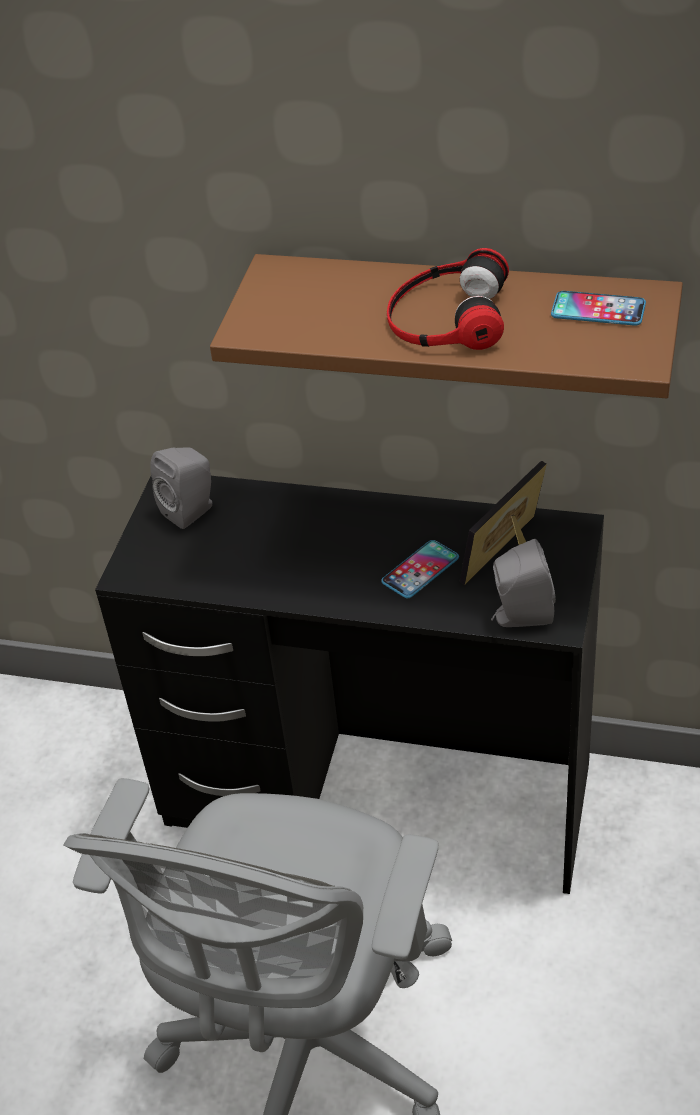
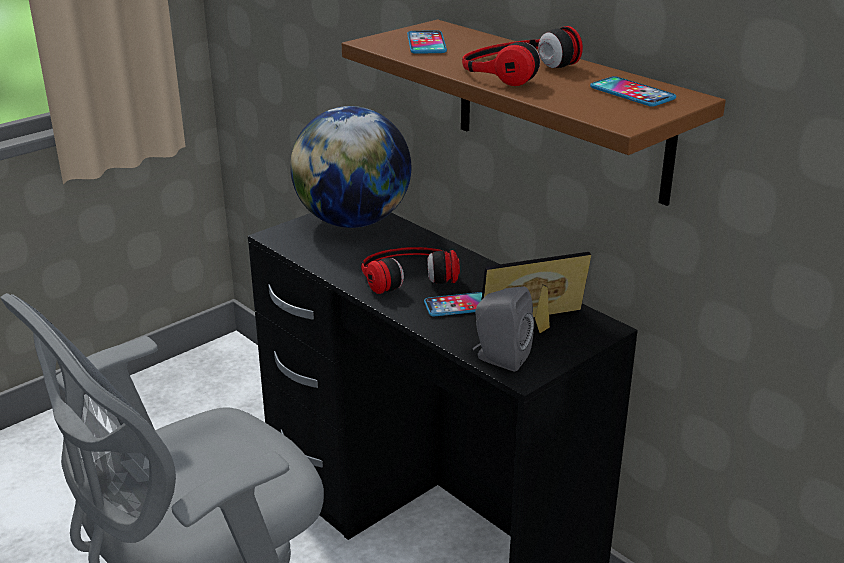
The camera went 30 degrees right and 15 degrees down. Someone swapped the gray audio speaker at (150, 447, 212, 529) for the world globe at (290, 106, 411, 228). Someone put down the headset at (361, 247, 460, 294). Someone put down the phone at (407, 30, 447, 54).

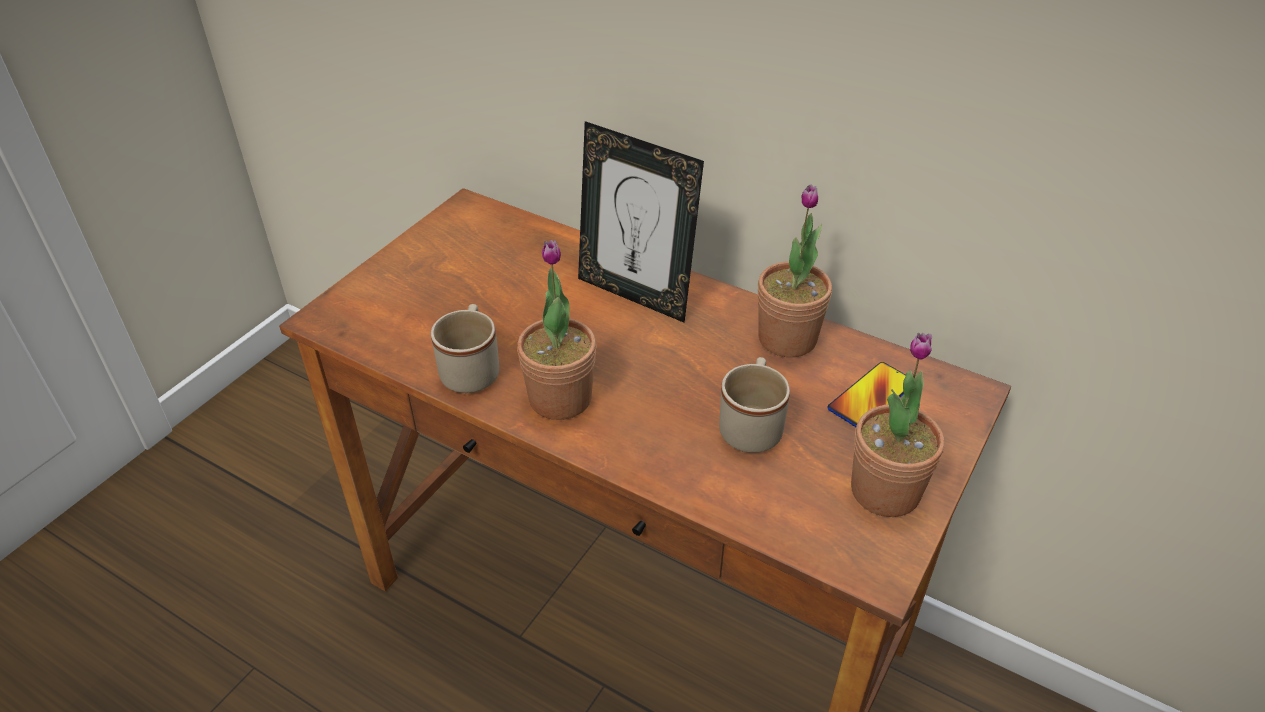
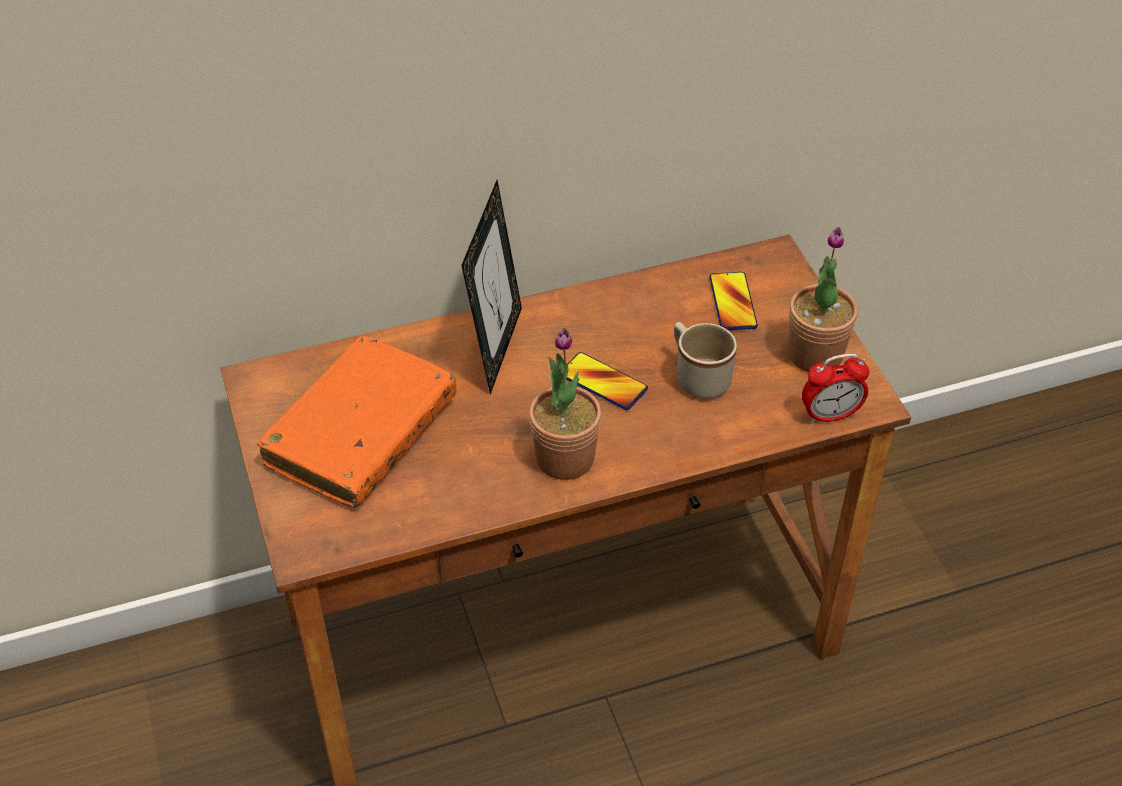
The camera went 50 degrees left and 5 degrees up. Someone took away the sand-coloured tea mug at (431, 304, 499, 393). Someone rotated the picture frame at (578, 121, 704, 323) by 60 degrees counterclockwise. Someone took away the potted plant at (758, 184, 832, 357). Someone put down the orangey volume at (257, 336, 456, 508). Someone put down the phone at (566, 352, 648, 410). Someone put down the table clock at (802, 354, 869, 424).

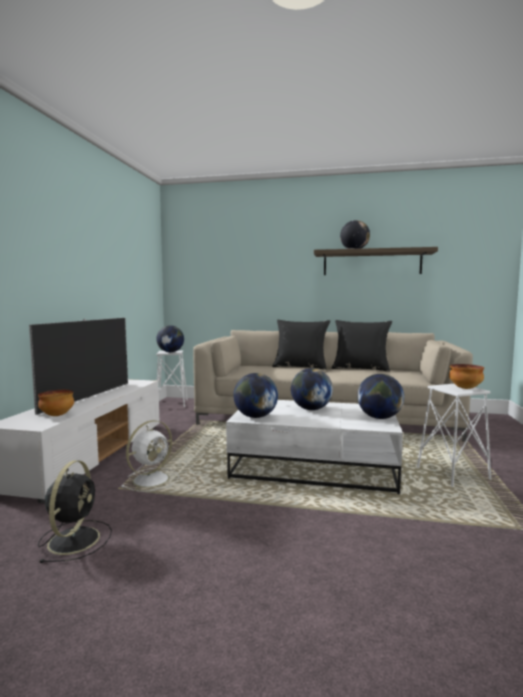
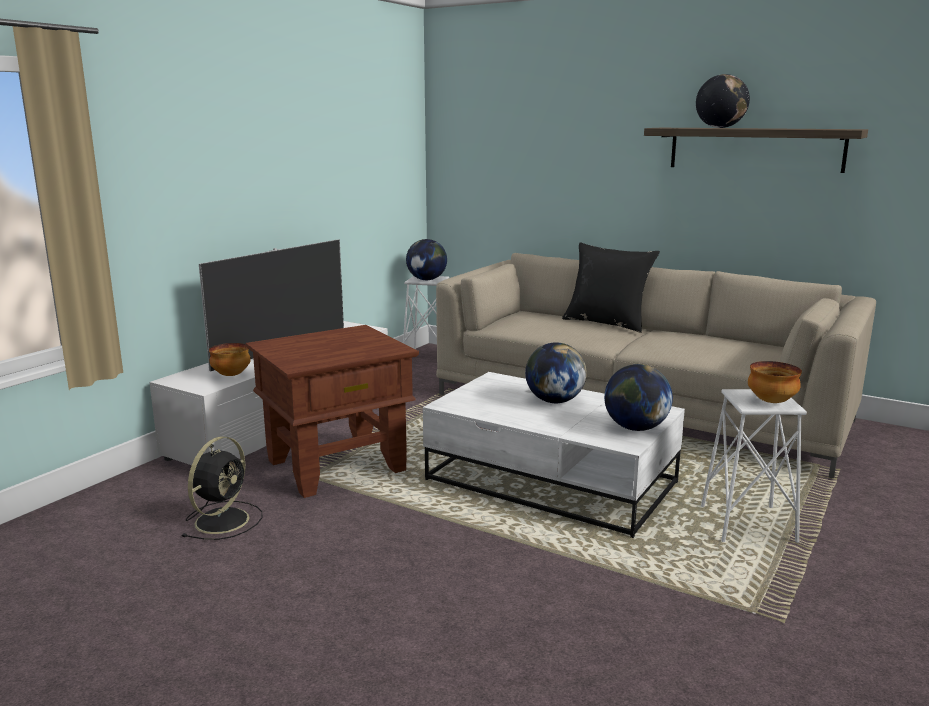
The camera went 20 degrees right and 10 degrees up. Someone swapped the whitish electric fan at (121, 420, 179, 492) for the brownish accent table at (245, 325, 419, 498). Someone took away the world globe at (233, 373, 278, 418). Someone took away the black pillow at (332, 320, 392, 372).

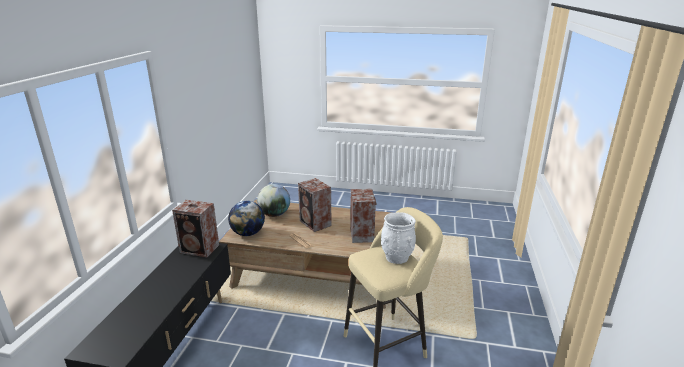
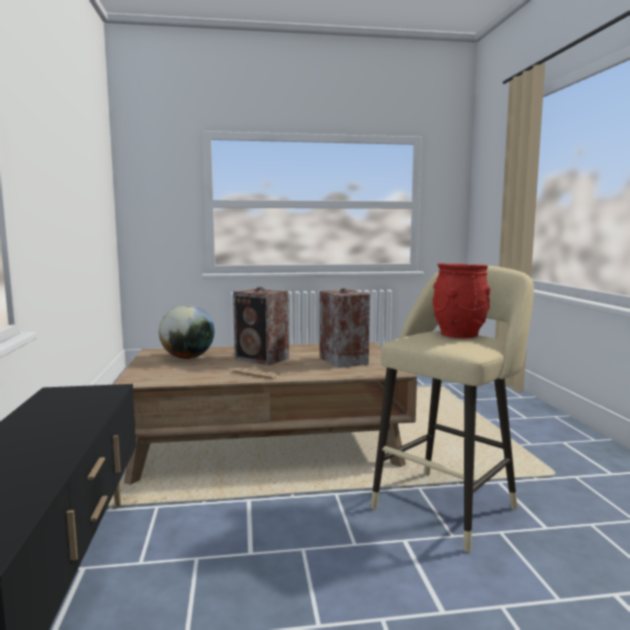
The camera went 20 degrees left and 15 degrees down. Someone took away the audio speaker at (172, 200, 219, 258). Someone took away the world globe at (228, 201, 265, 236). Someone repainted the whitish vase at (381, 212, 416, 264), which became the reddish vase at (432, 263, 490, 338).

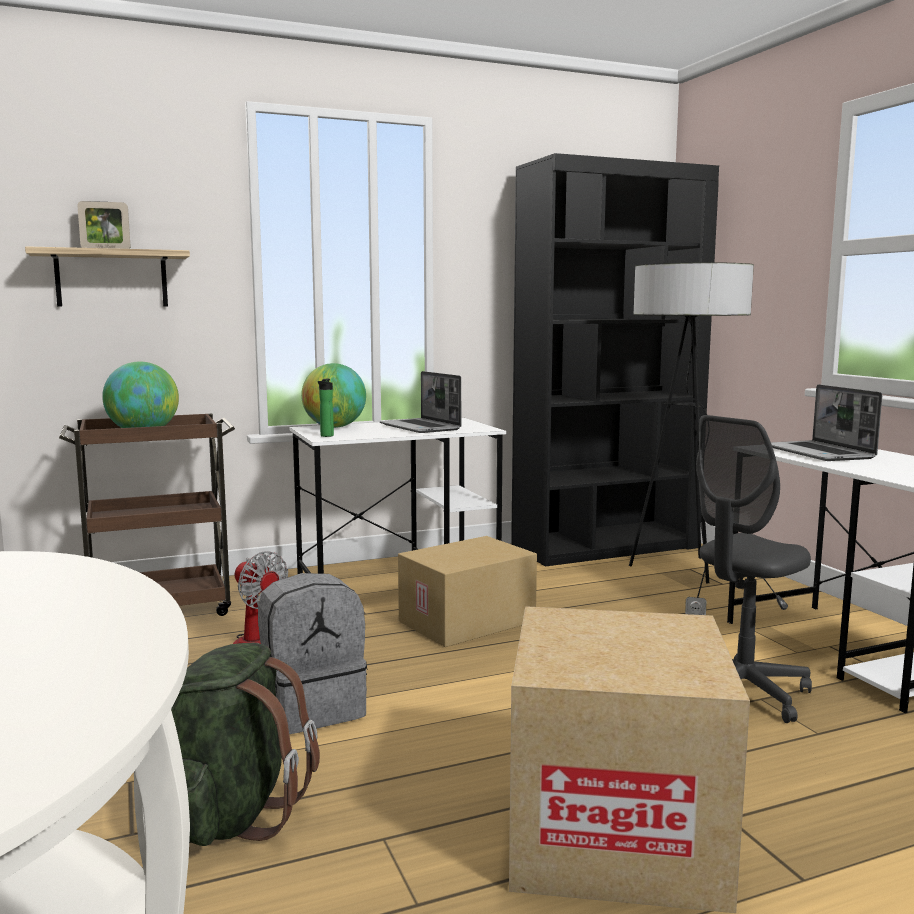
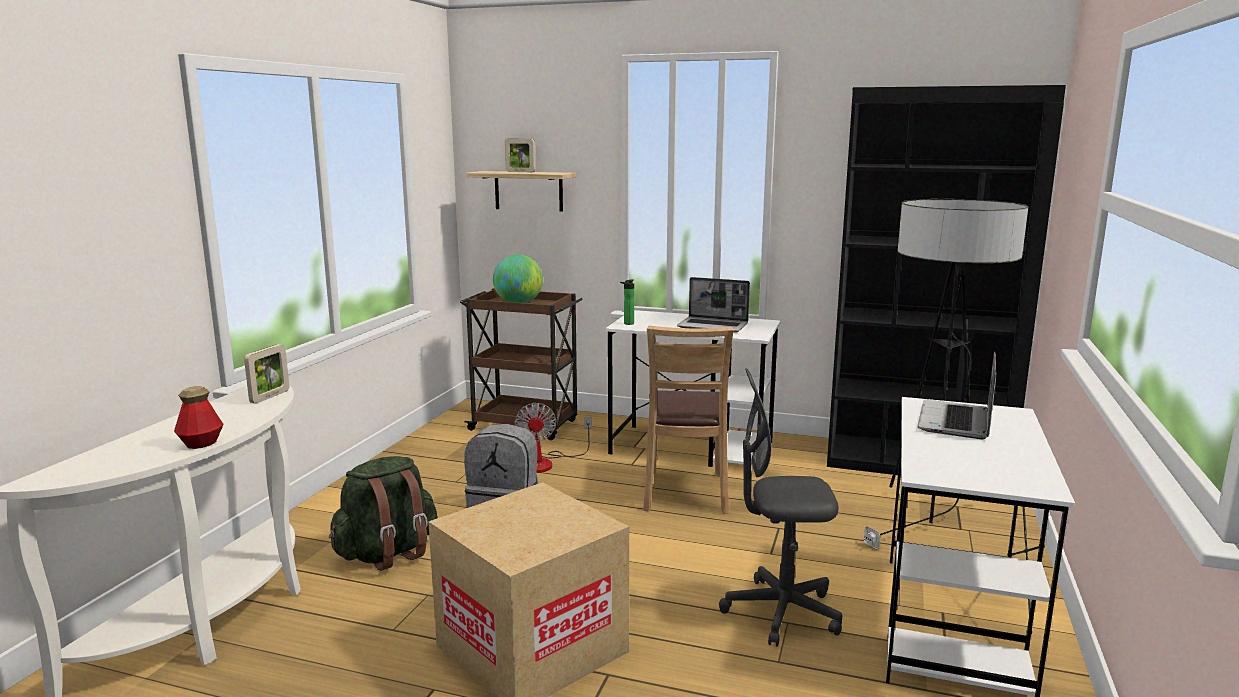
The camera went 40 degrees right and 5 degrees up. Someone took away the world globe at (301, 363, 366, 428). Someone rotated the laptop at (380, 371, 461, 433) by 75 degrees counterclockwise. Someone swapped the cardboard box at (398, 536, 537, 647) for the brownish upright chair at (643, 326, 734, 514). Someone put down the drink bottle at (174, 386, 224, 449). Someone put down the picture frame at (244, 344, 289, 404).

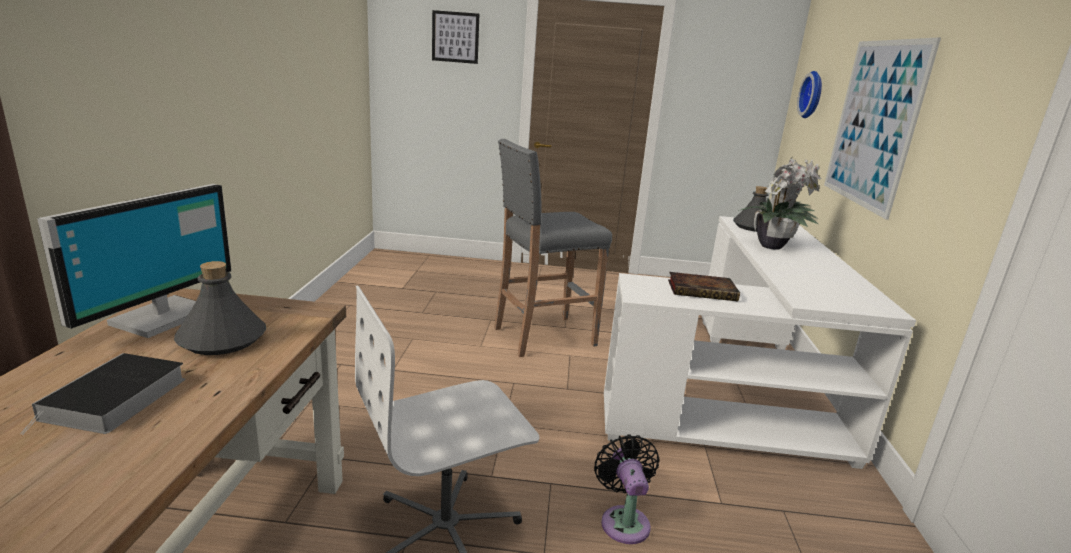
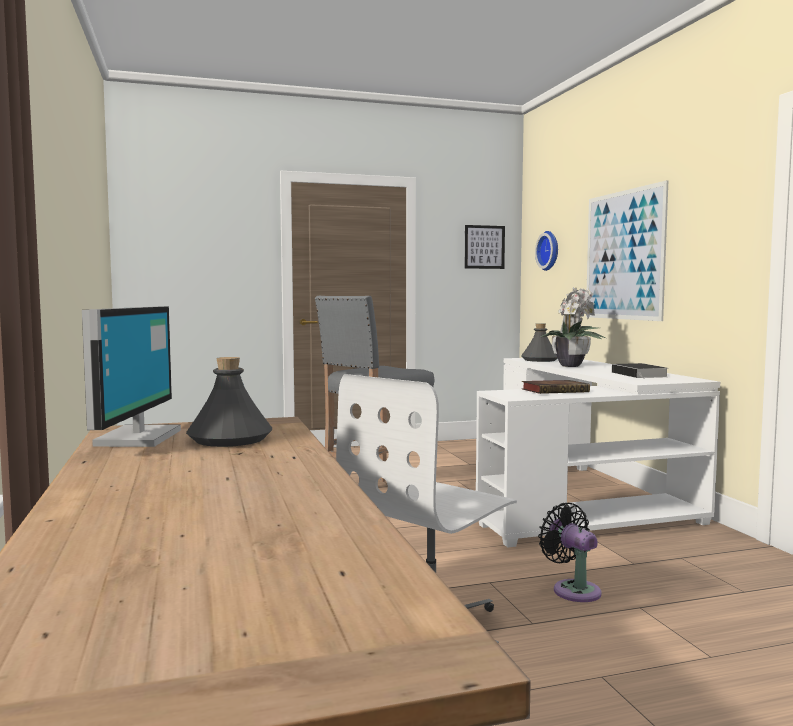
The camera went 20 degrees left and 15 degrees down. Someone carried the volume from (20, 353, 185, 435) to (612, 363, 667, 379). Someone carried the wall art from (432, 10, 479, 64) to (465, 225, 505, 269).

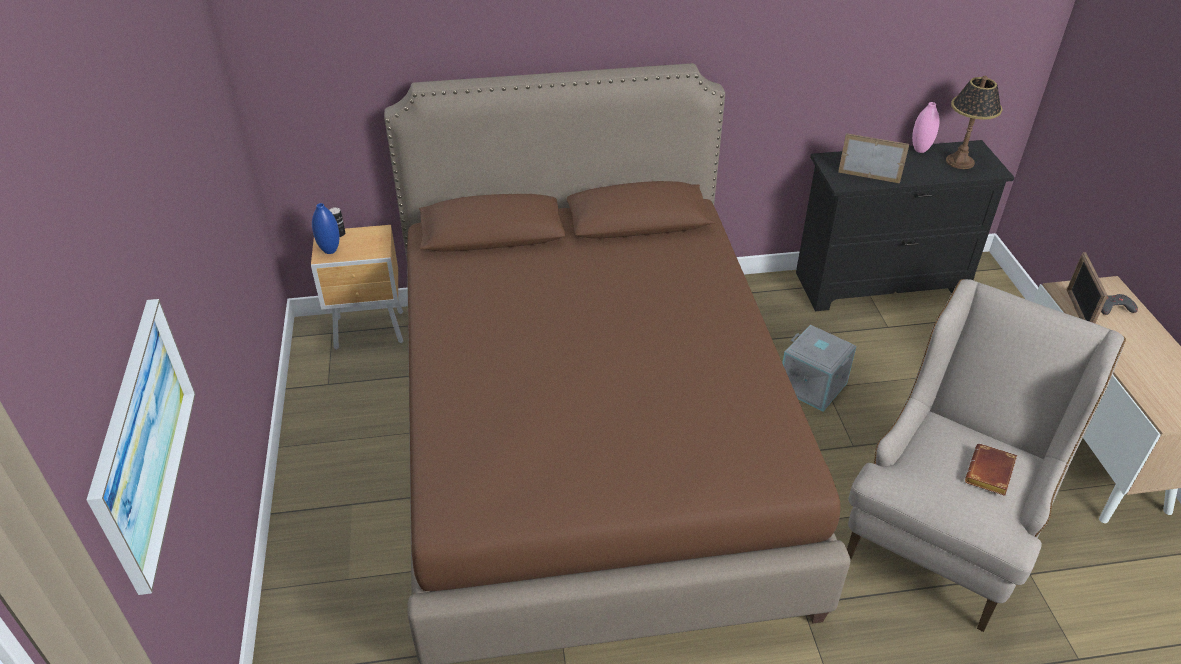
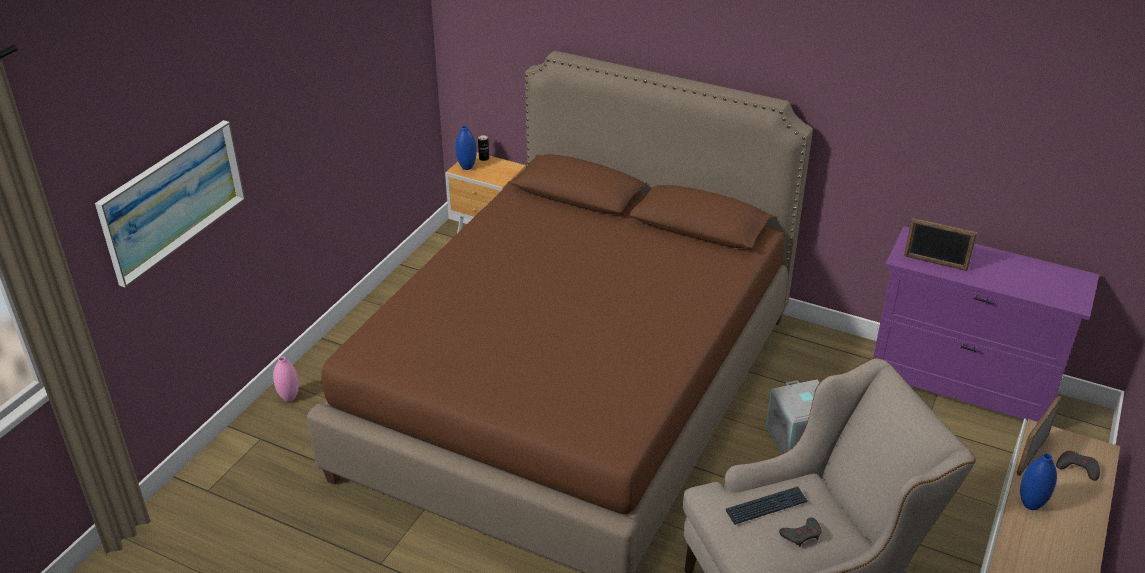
The camera went 35 degrees right and 5 degrees down. Someone repainted the black chest of drawers at (796, 140, 1015, 311), which became the purple chest of drawers at (873, 226, 1099, 422). Someone rotated the picture frame at (838, 133, 910, 184) by 150 degrees clockwise. Someone carried the pinkish vase from (912, 102, 940, 153) to (273, 356, 299, 402). Someone took away the table lamp at (946, 76, 1003, 169). Someone swapped the brownish volume at (965, 444, 1017, 496) for the gray gamepad at (779, 517, 821, 547). Someone put down the PC keyboard at (726, 486, 808, 525). Someone put down the bluish vase at (1020, 453, 1057, 510).

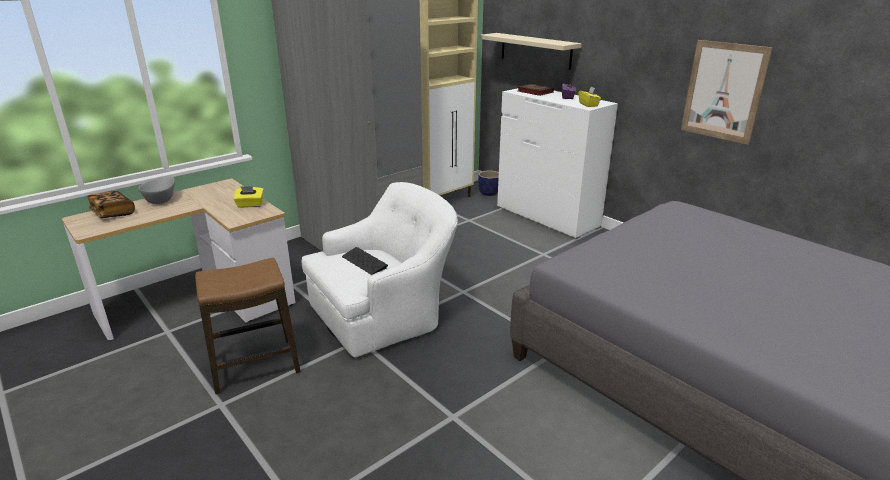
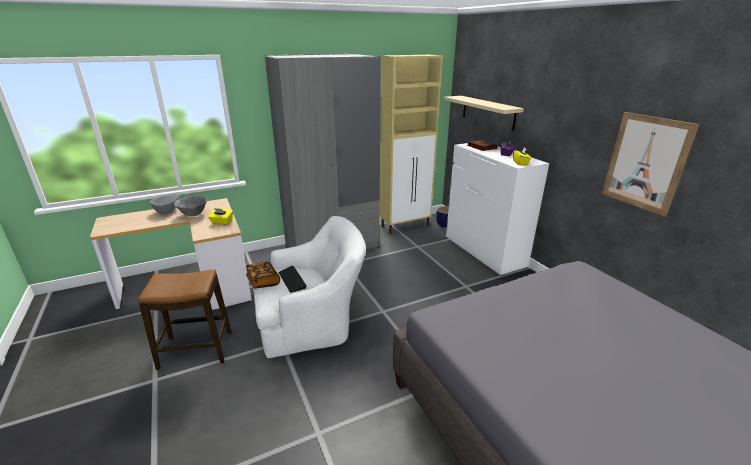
The camera went 15 degrees right and 0 degrees up. Someone carried the volume from (87, 191, 135, 218) to (246, 261, 280, 289). Someone put down the gray deep dish at (174, 196, 207, 216).

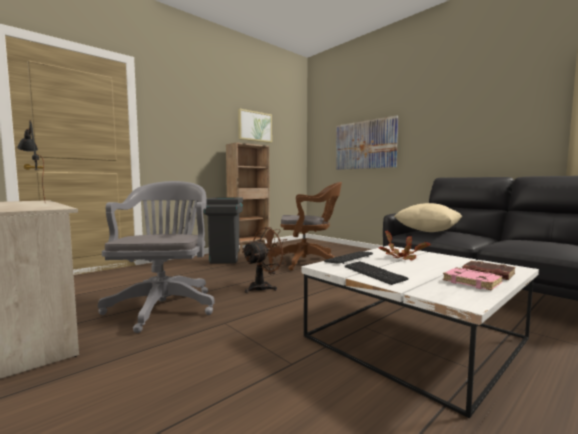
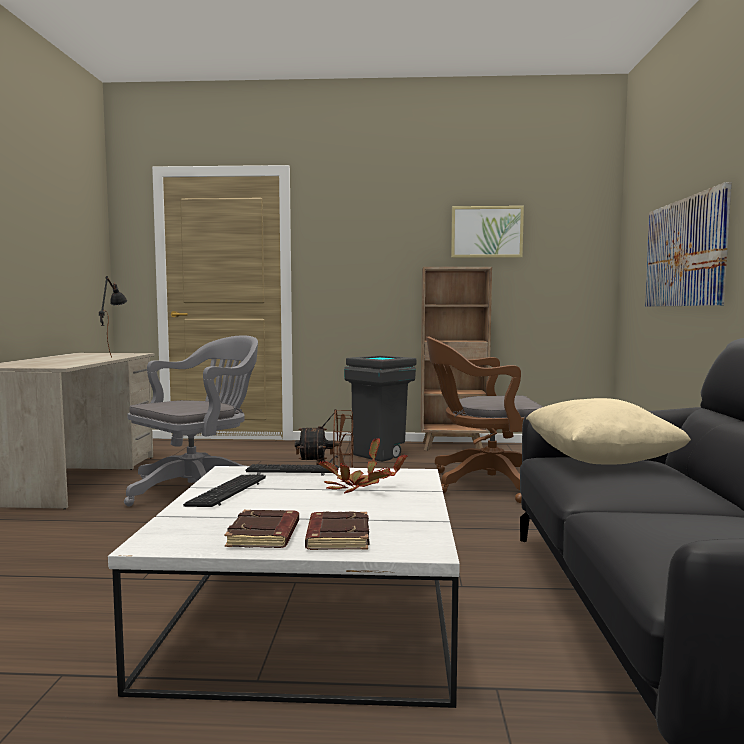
The camera went 45 degrees right and 0 degrees up. Someone rotated the brownish desk chair at (271, 182, 342, 270) by 135 degrees clockwise. Someone repainted the pinkish volume at (443, 267, 503, 290), which became the brownish volume at (224, 510, 299, 548).

